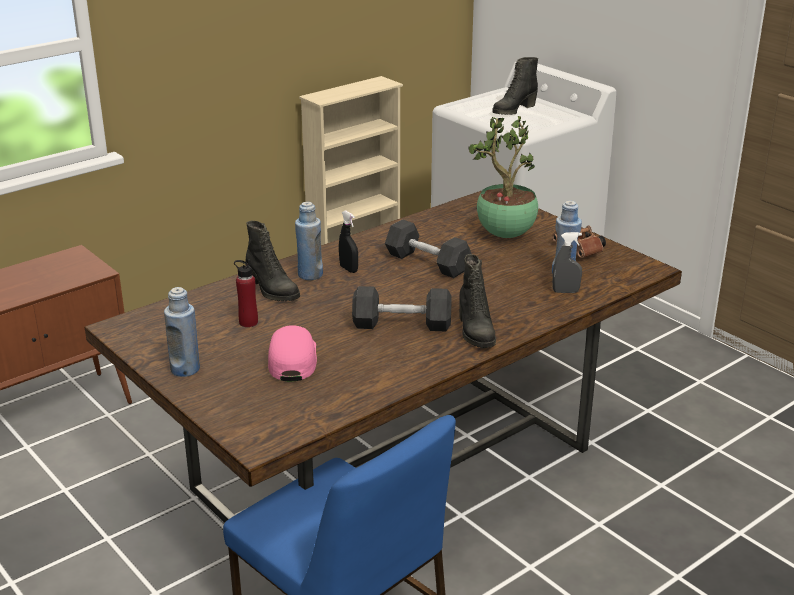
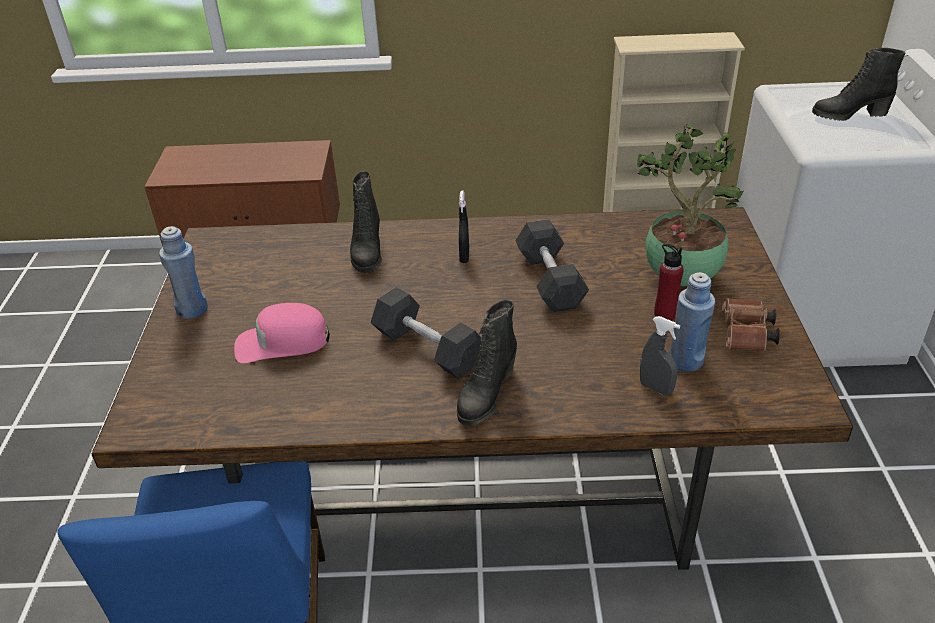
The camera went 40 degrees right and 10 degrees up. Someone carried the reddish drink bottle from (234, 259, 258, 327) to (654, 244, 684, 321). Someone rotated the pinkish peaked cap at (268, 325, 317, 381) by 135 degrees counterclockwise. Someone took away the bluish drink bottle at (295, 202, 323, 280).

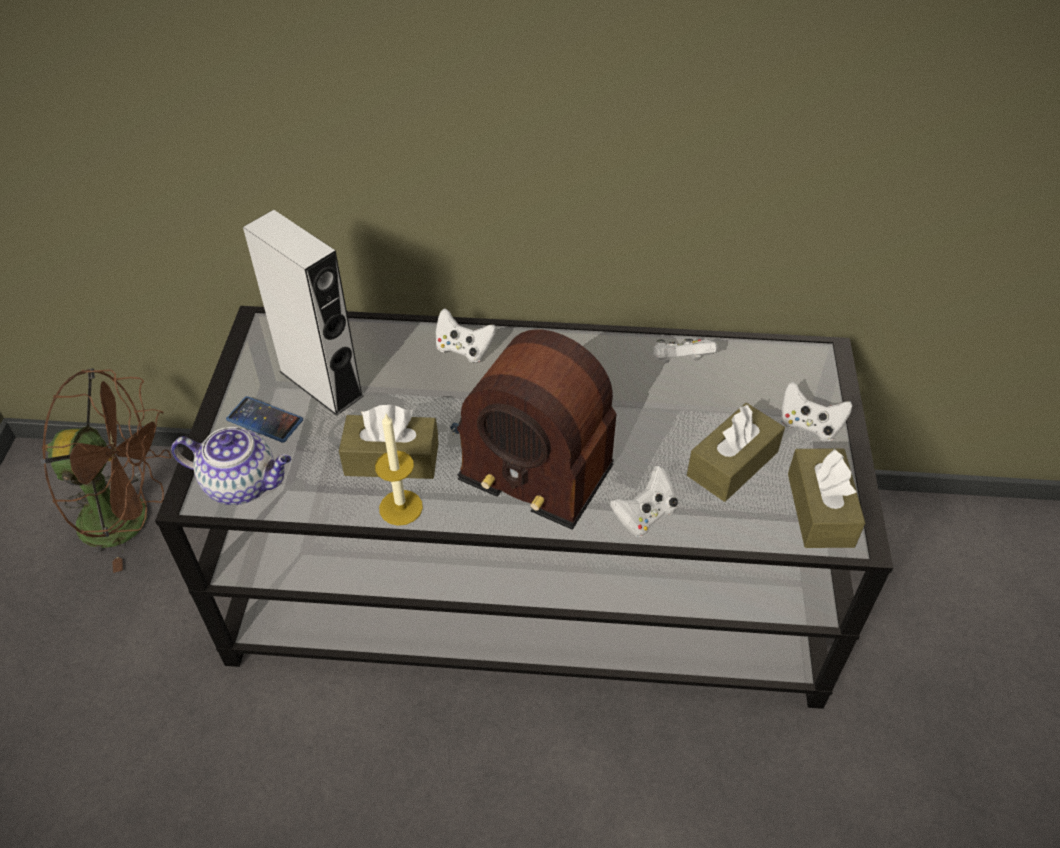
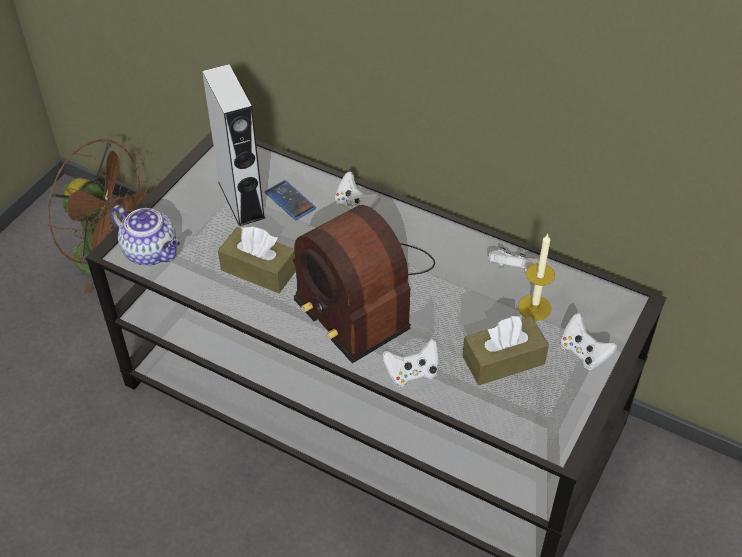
The camera went 25 degrees right and 0 degrees up. Someone carried the phone from (226, 396, 303, 443) to (265, 180, 316, 220). Someone carried the wax light from (375, 414, 423, 526) to (518, 233, 555, 321). Someone took away the brownish tissue box at (788, 448, 865, 548).

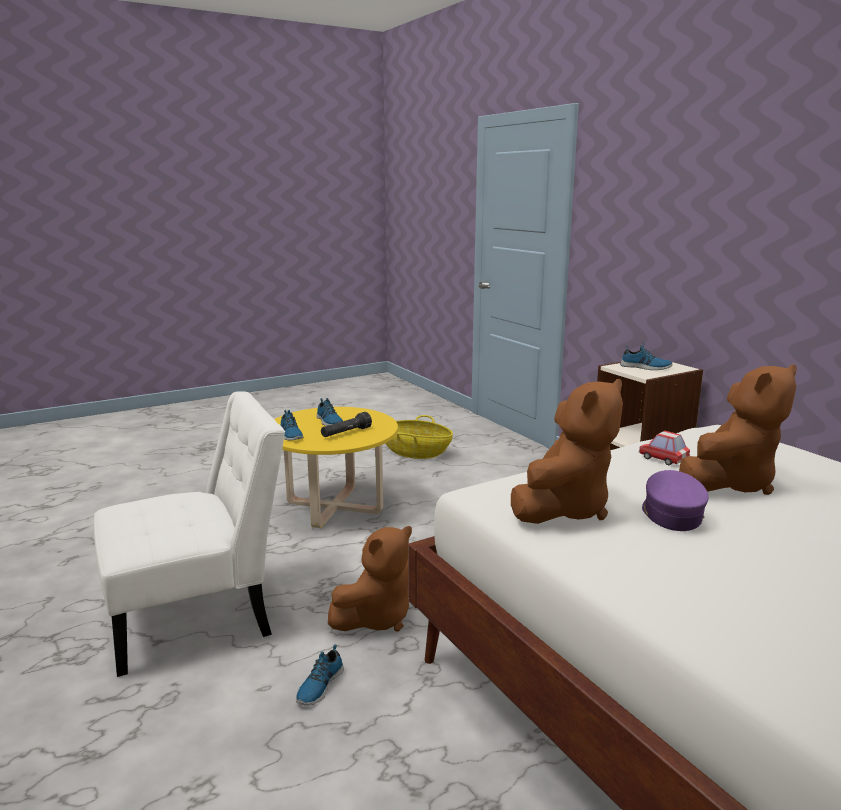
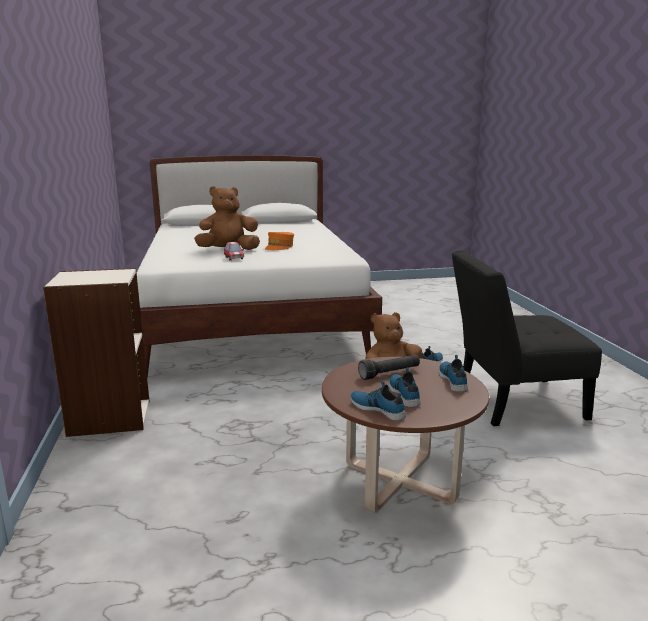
The camera went 160 degrees left and 0 degrees up. Someone repainted the whitish upright chair at (94, 391, 285, 677), which became the black upright chair at (452, 250, 602, 426). Someone repainted the yellow-coloured lounge table at (274, 407, 398, 528), which became the brownish lounge table at (322, 357, 489, 513). Someone took away the storage basket at (386, 415, 453, 459). Someone took away the brownish plush toy at (511, 379, 623, 524). Someone carried the item of footwear from (620, 342, 672, 370) to (350, 381, 406, 421). Someone repainted the purple peaked cap at (642, 470, 709, 531), which became the orangey peaked cap at (265, 232, 294, 250).

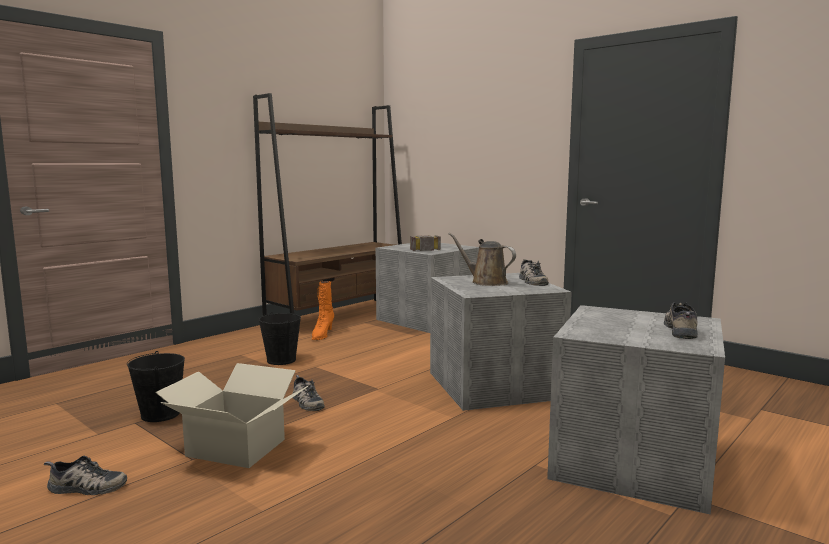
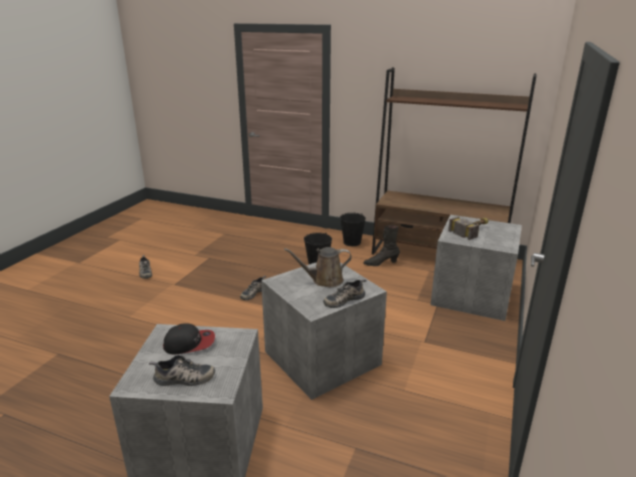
The camera went 70 degrees right and 15 degrees up. Someone carried the black water bucket from (127, 351, 185, 422) to (340, 213, 366, 246). Someone took away the cardboard box at (155, 363, 308, 468). Someone repainted the orangey high-top boot at (312, 281, 334, 340), which became the black high-top boot at (363, 225, 400, 266). Someone rotated the brownish sprinkling can at (449, 233, 516, 286) by 120 degrees counterclockwise. Someone put down the peaked cap at (163, 323, 215, 355).

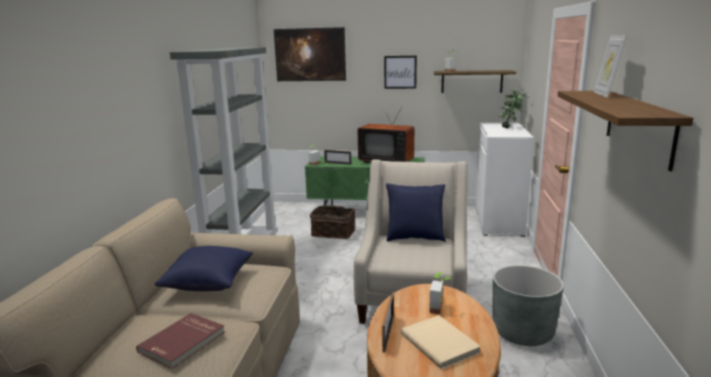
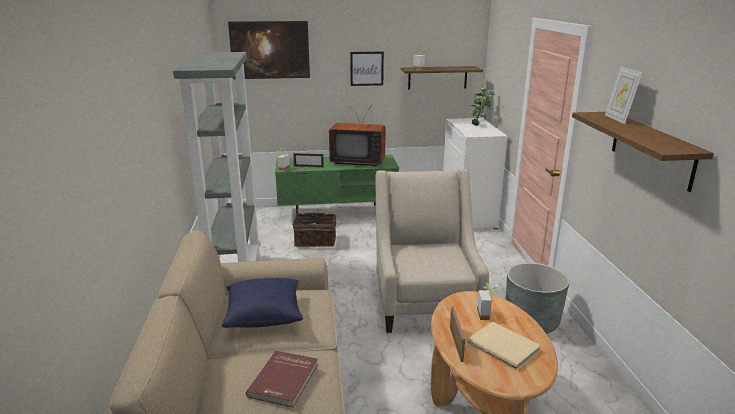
The camera went 15 degrees left and 5 degrees up. Someone took away the bluish pillow at (386, 183, 446, 242).

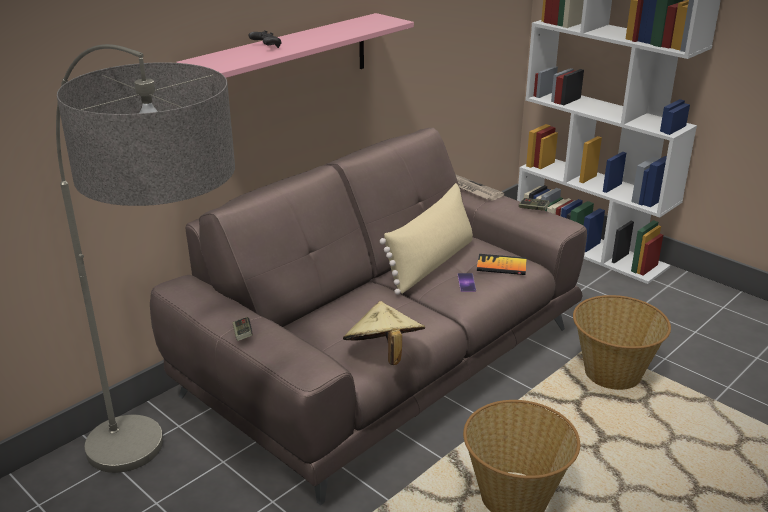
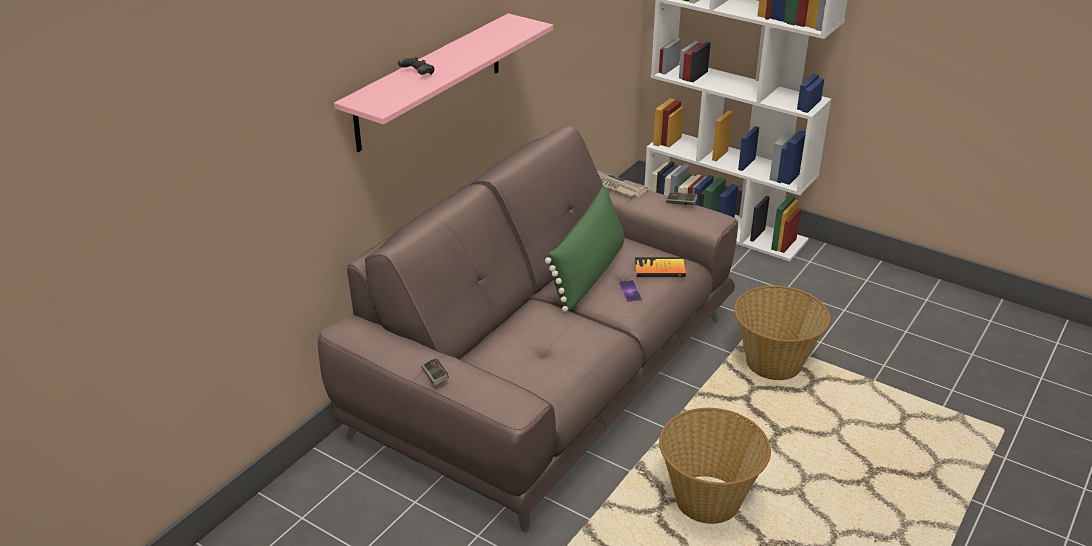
The camera went 10 degrees left and 5 degrees up. Someone took away the standing lamp at (56, 44, 235, 473). Someone took away the sand-coloured wearable hat at (343, 301, 425, 365). Someone repainted the sand-coloured pillow at (380, 183, 473, 295), which became the greenish pillow at (545, 186, 625, 312).

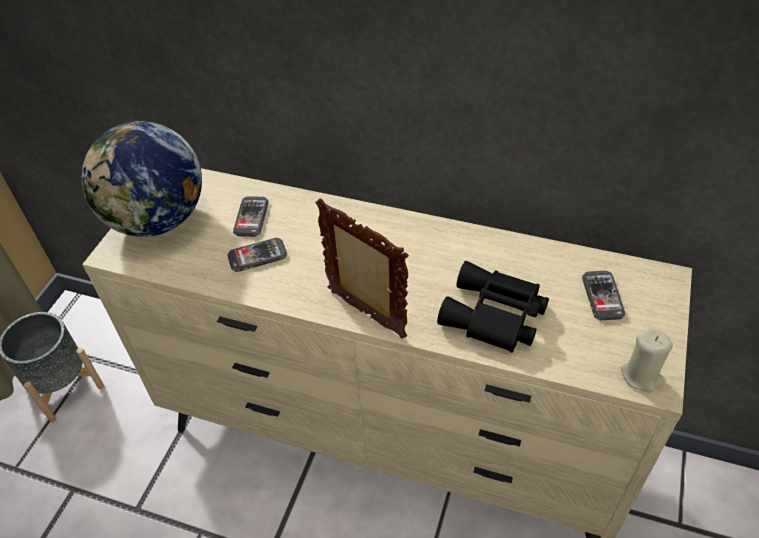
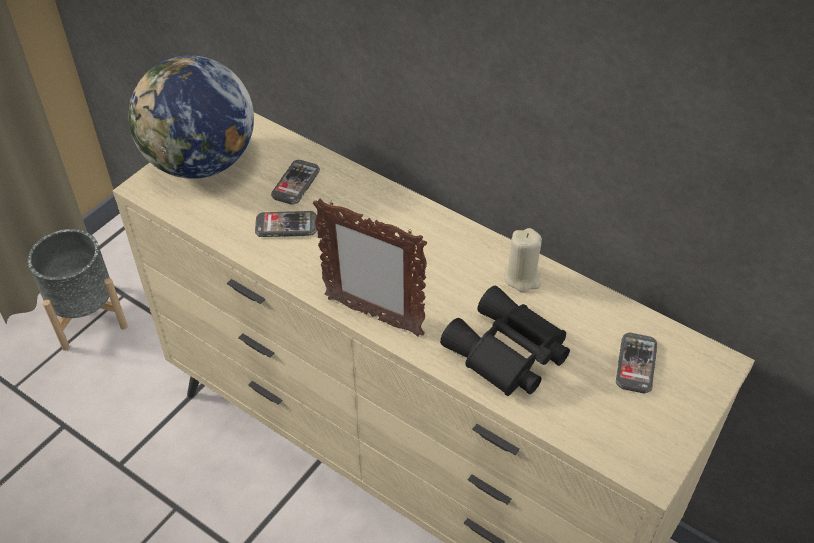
The camera went 15 degrees right and 0 degrees up. Someone rotated the picture frame at (315, 198, 409, 338) by 150 degrees clockwise. Someone carried the sand-coloured wax light from (621, 329, 673, 392) to (504, 228, 542, 292).

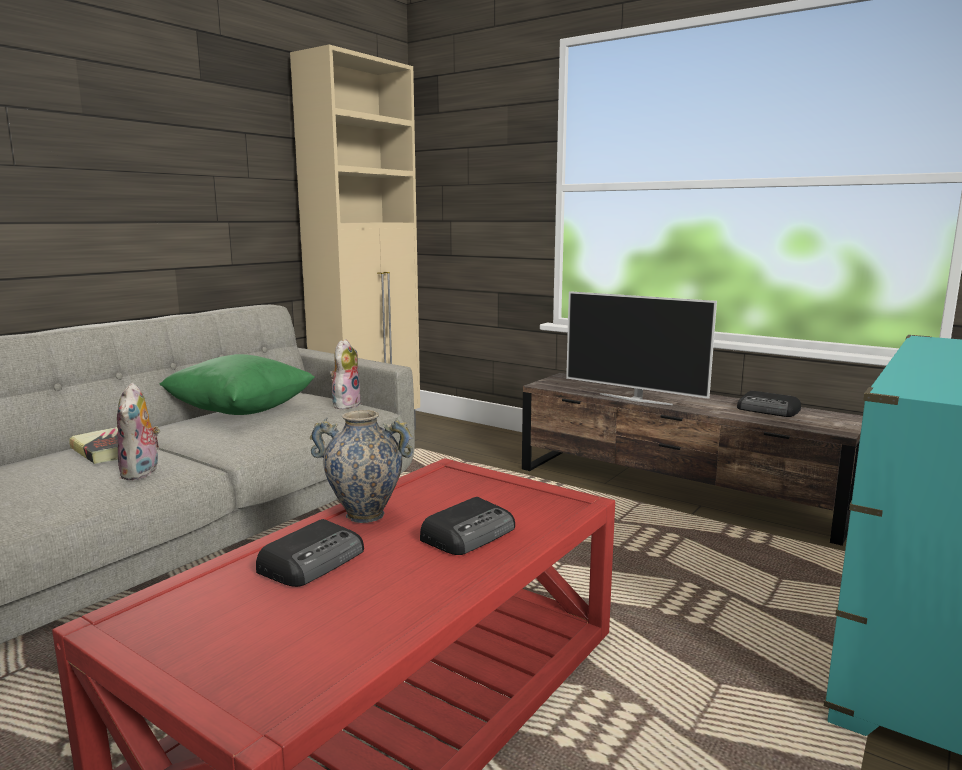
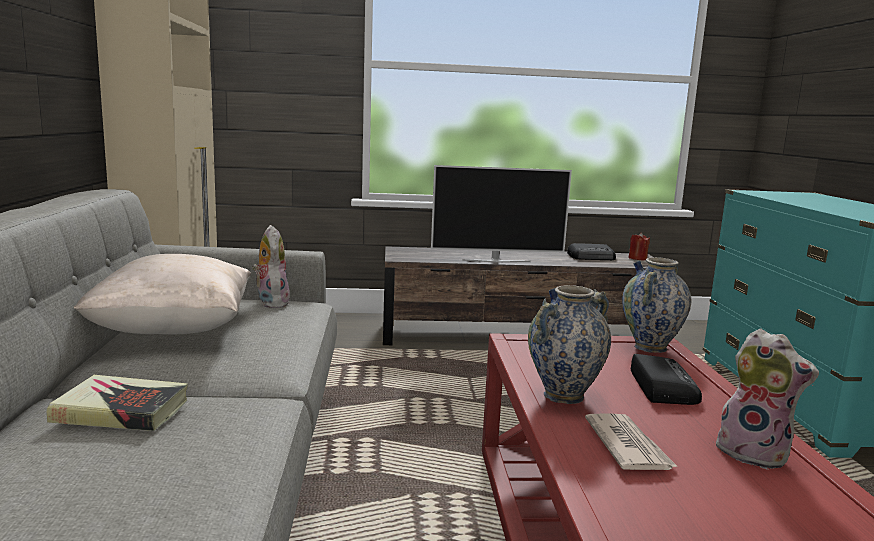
The camera went 40 degrees left and 0 degrees up. Someone carried the plush toy from (117, 383, 160, 480) to (716, 329, 819, 469). Someone repainted the greenish pillow at (160, 354, 314, 415), which became the sand-coloured pillow at (74, 254, 251, 334). Someone swapped the radio at (256, 519, 364, 587) for the newspaper at (585, 413, 678, 470). Someone put down the vase at (622, 257, 691, 353). Someone put down the reddish wax light at (629, 232, 650, 260).

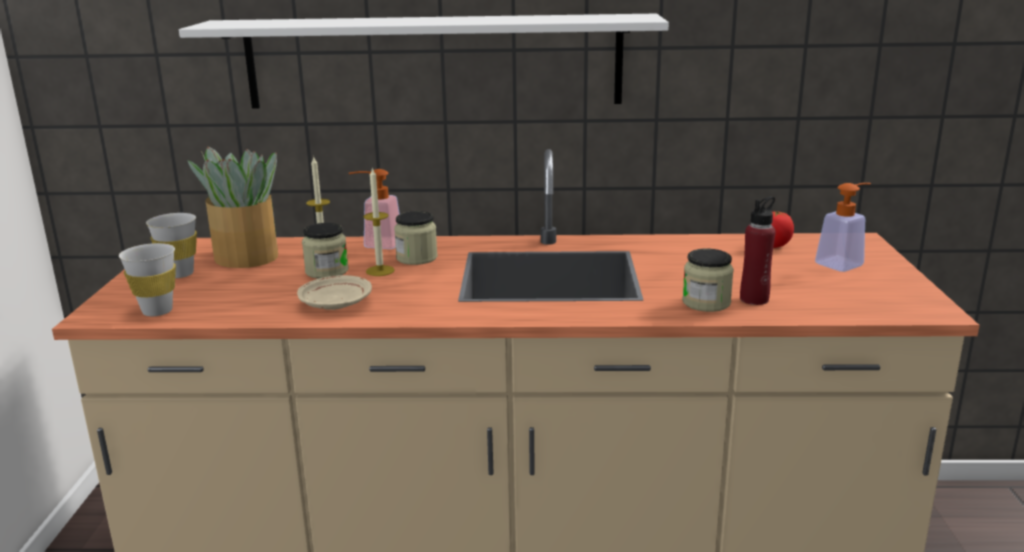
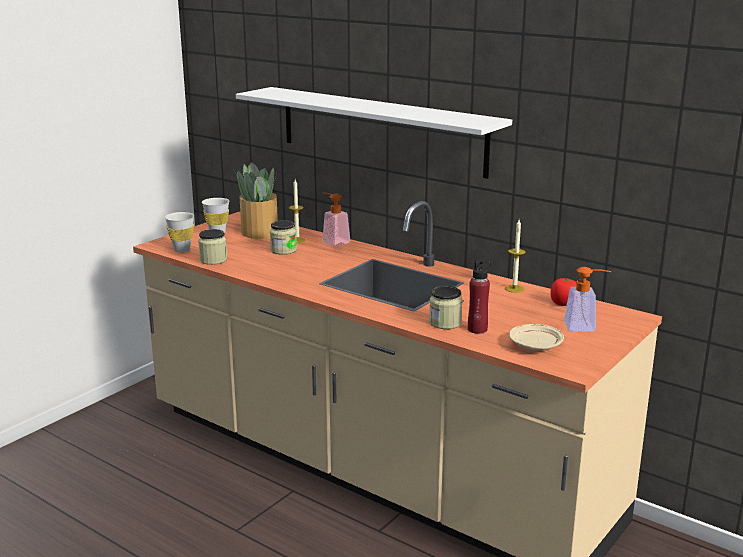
The camera went 35 degrees right and 0 degrees up. Someone carried the sand-coloured dinner plate from (297, 275, 372, 310) to (509, 324, 564, 350). Someone carried the wax light from (364, 167, 395, 276) to (505, 220, 526, 293). Someone carried the jar from (394, 211, 438, 265) to (198, 229, 227, 265).

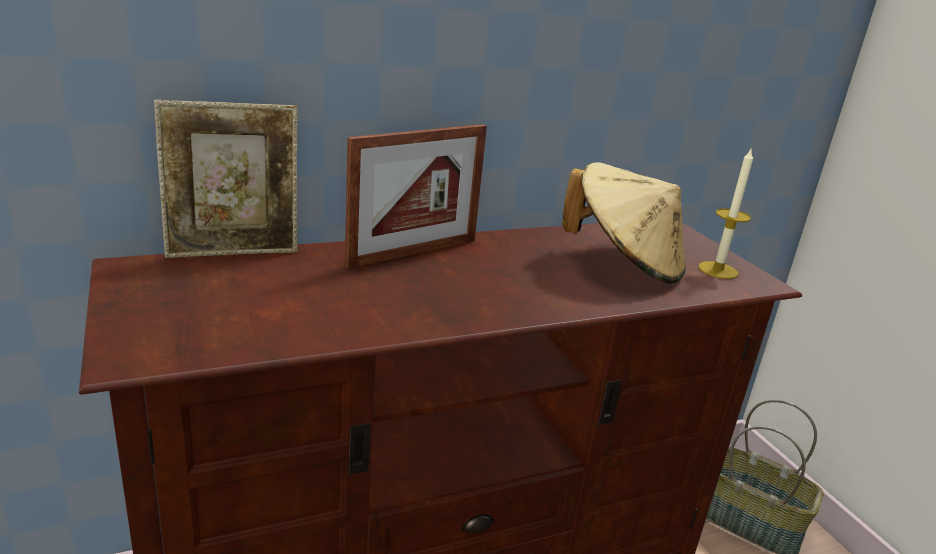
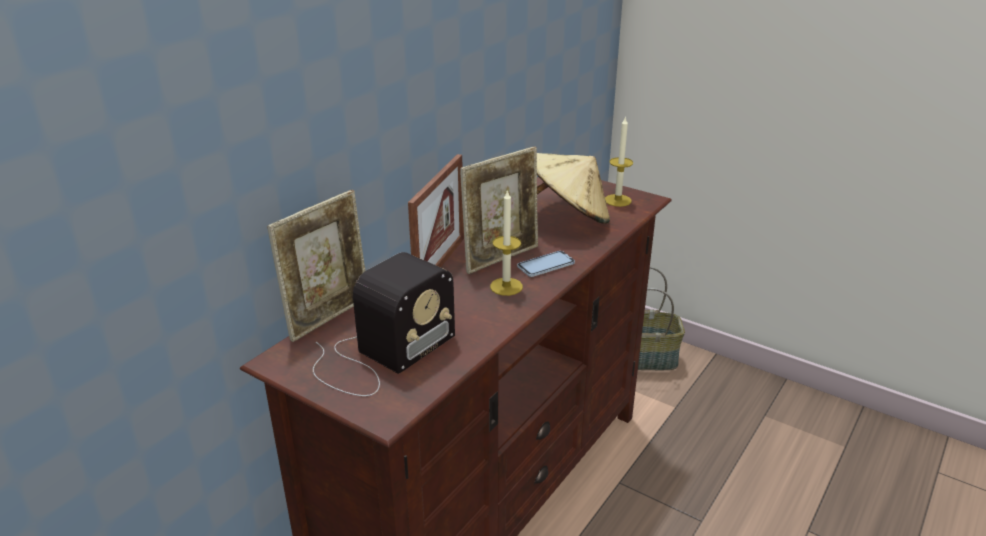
The camera went 30 degrees left and 5 degrees up. Someone put down the radio at (313, 252, 455, 396). Someone put down the picture frame at (460, 147, 538, 274). Someone put down the wax light at (490, 189, 523, 296). Someone put down the phone at (517, 251, 575, 277).

